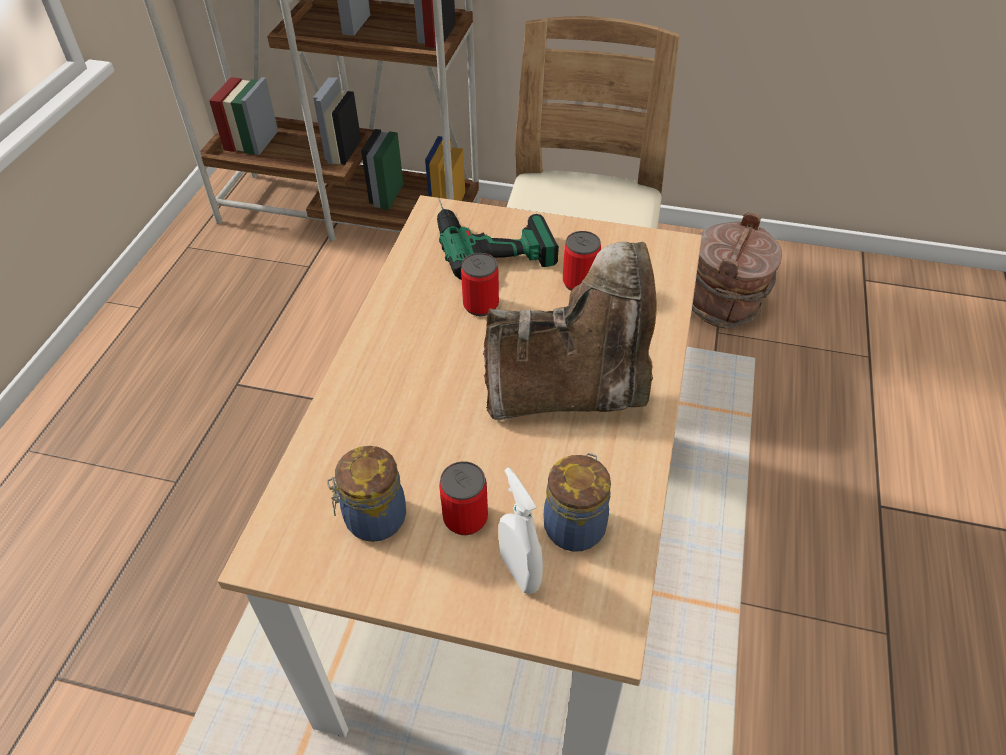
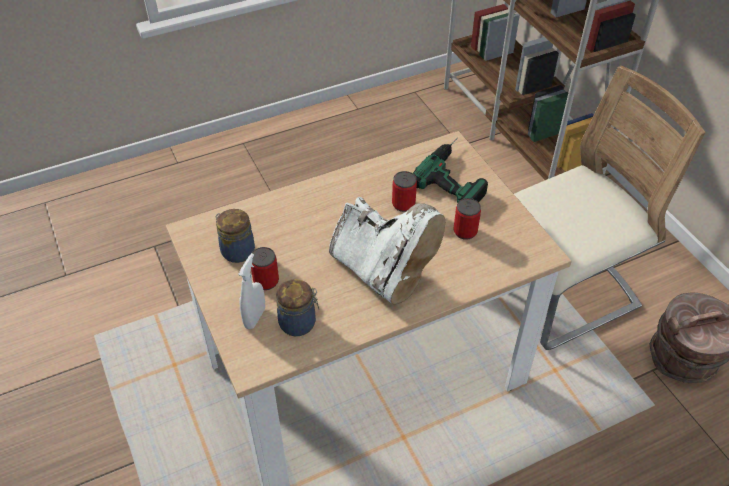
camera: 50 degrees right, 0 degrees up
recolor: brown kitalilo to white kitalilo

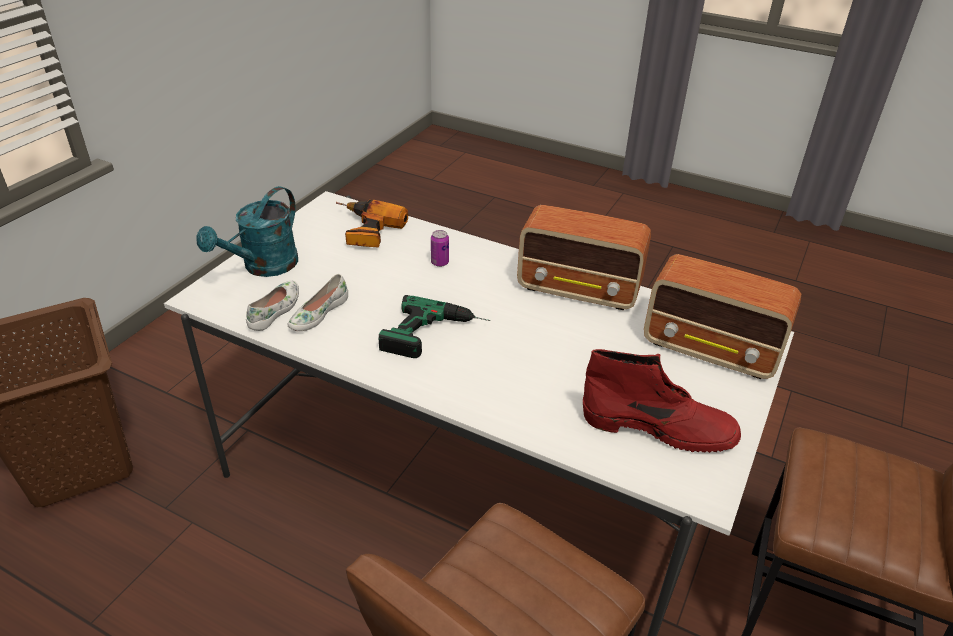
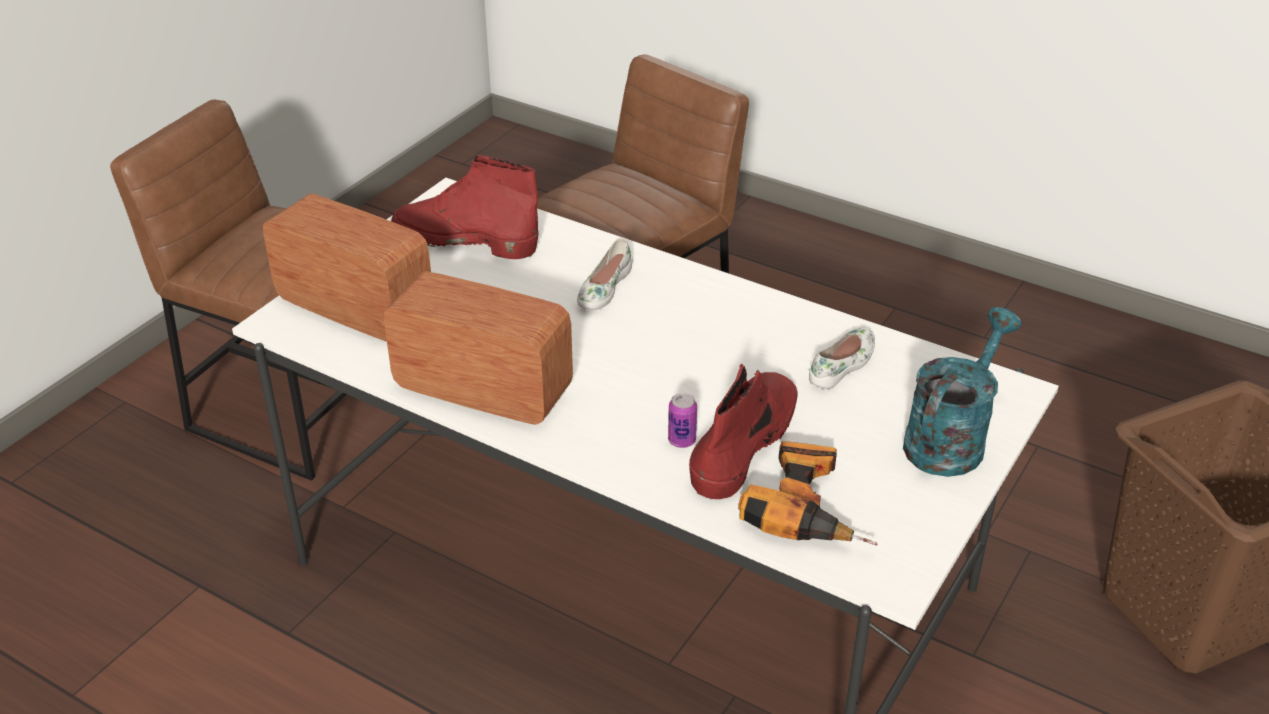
camera: 175 degrees left, 0 degrees up
delete: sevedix (2nd from left)
insert: red kitalilo (2nd from left)
move: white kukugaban (1st from left)

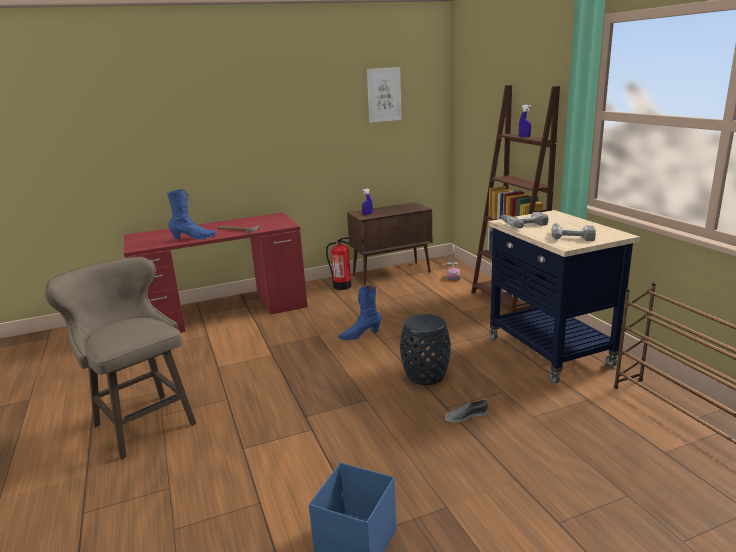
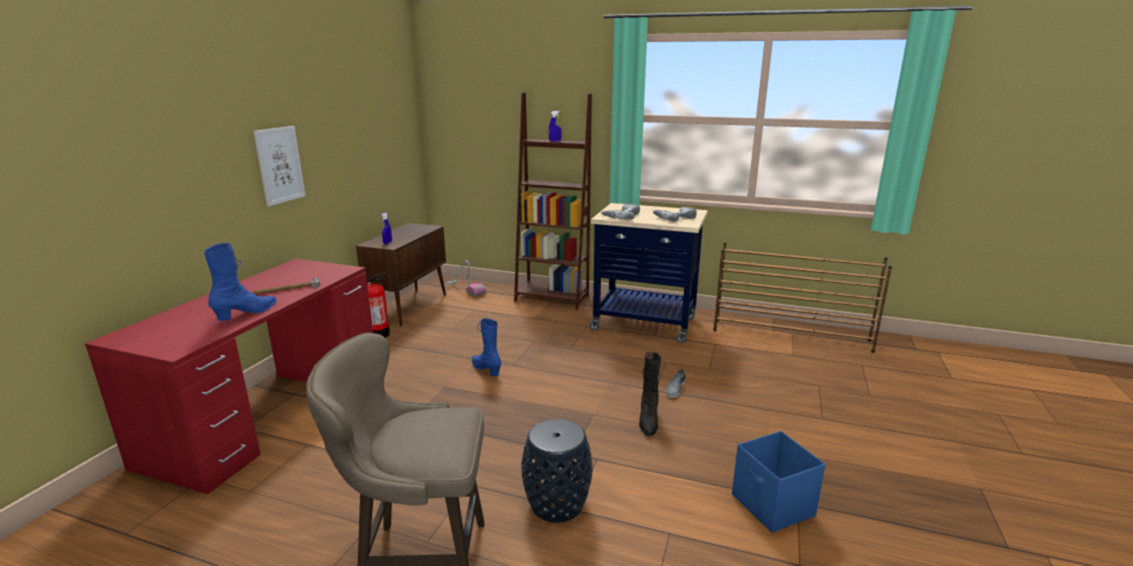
camera: 50 degrees left, 0 degrees up
insert: black kitalilo
move: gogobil; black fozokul
rotate: blue kitalilo (2nd from left) 120 degrees clockwise

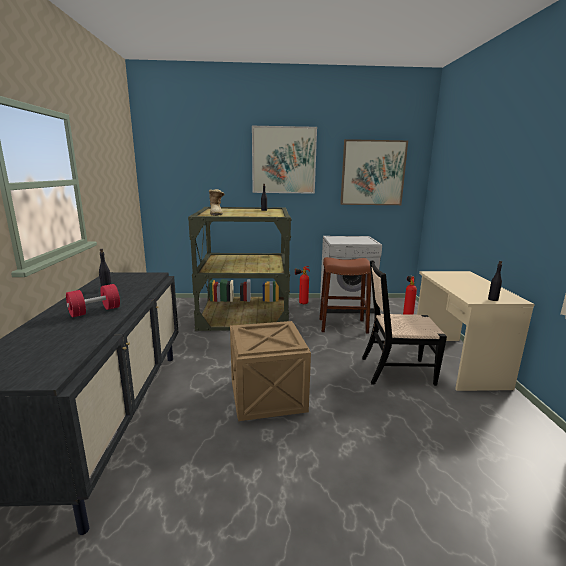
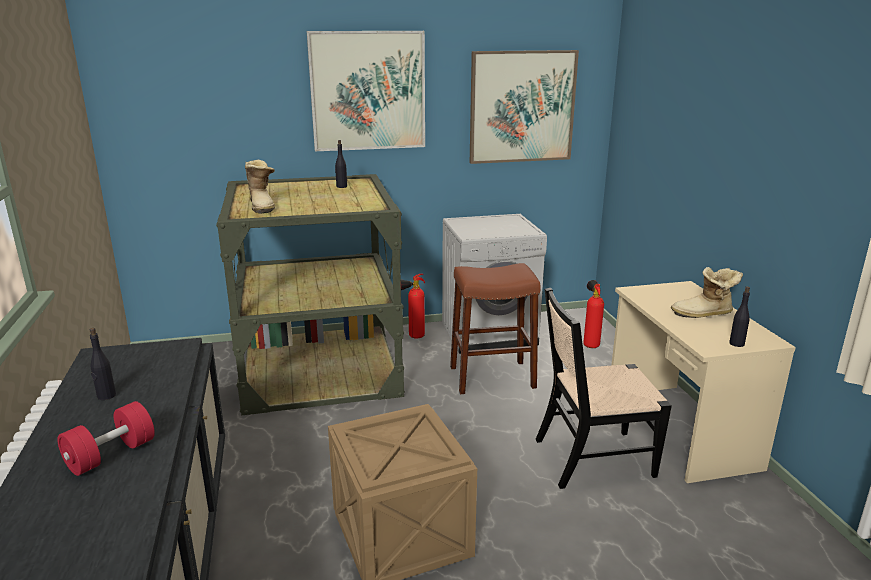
camera: 10 degrees left, 5 degrees up
insert: kitalilo (2nd from left)

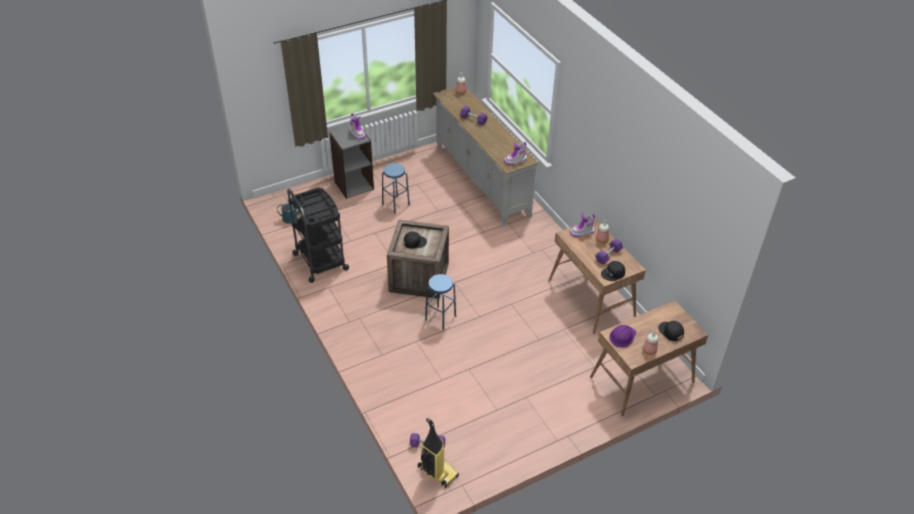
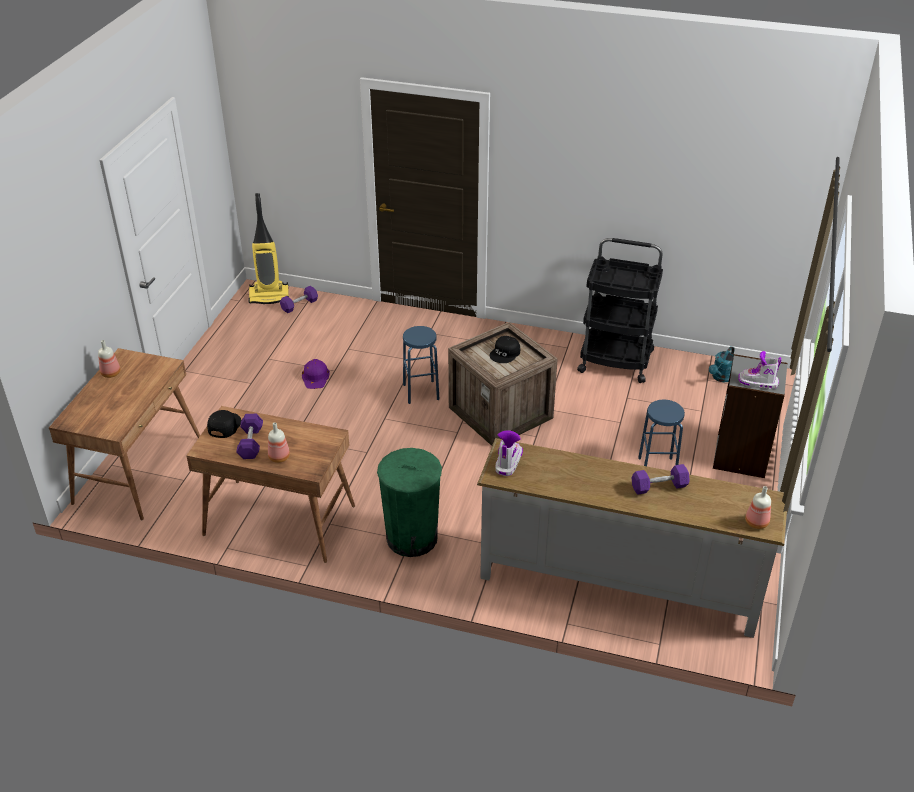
camera: 135 degrees right, 5 degrees down
delete: kitalilo (3rd from left); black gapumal (3rd from left)
insert: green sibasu
move: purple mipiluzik

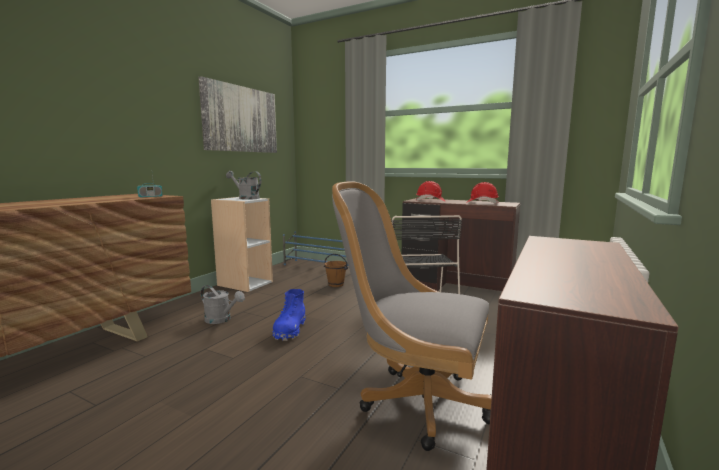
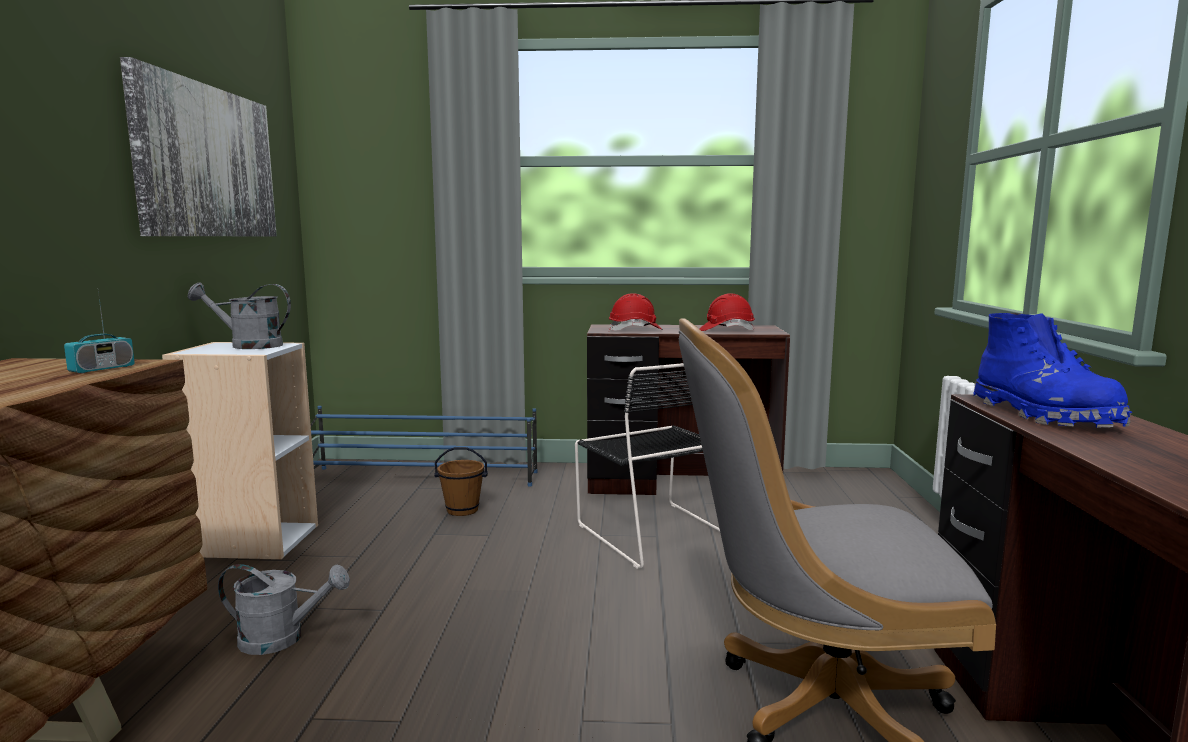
camera: 25 degrees left, 0 degrees up
move: blue kitalilo

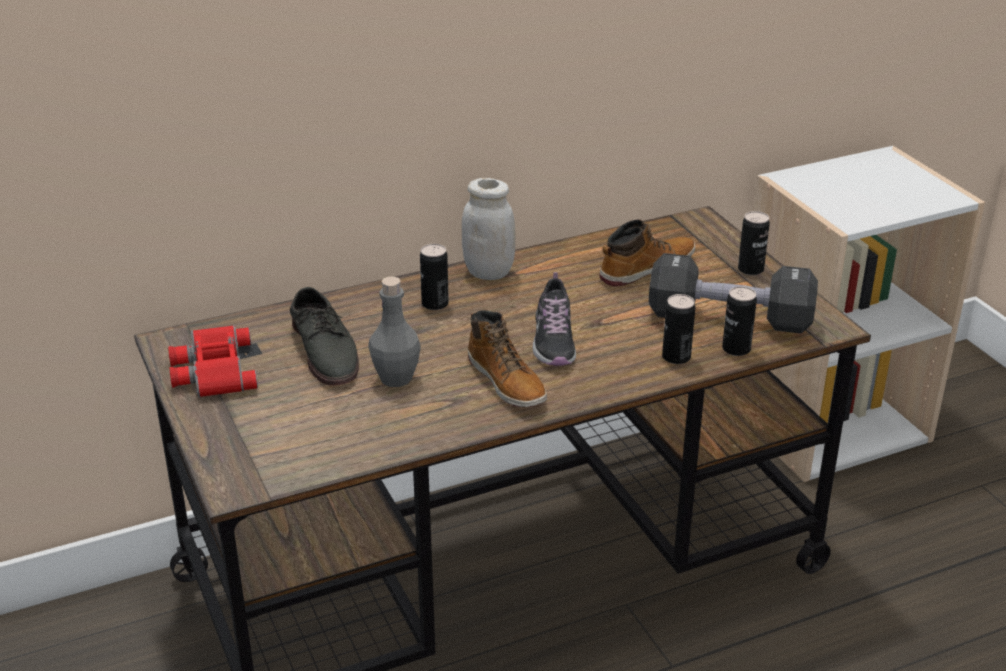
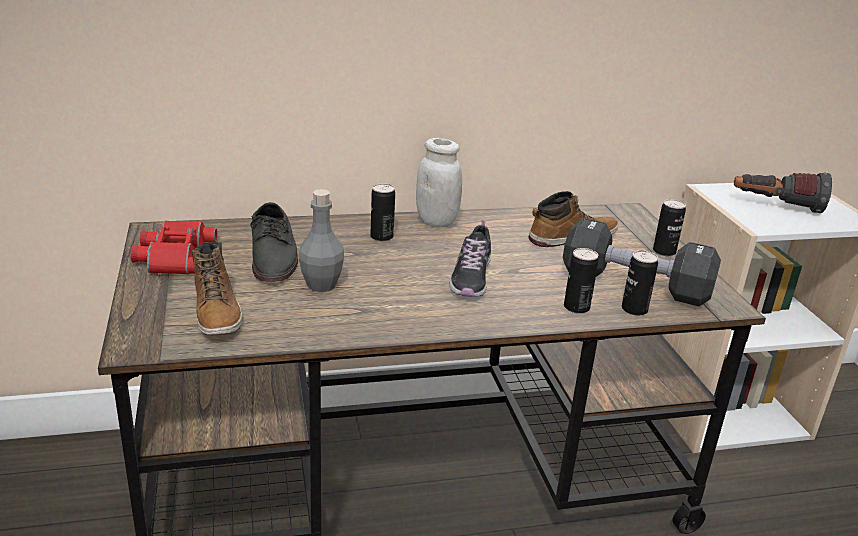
camera: 10 degrees right, 5 degrees down
insert: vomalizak
move: kitalilo (1st from left)

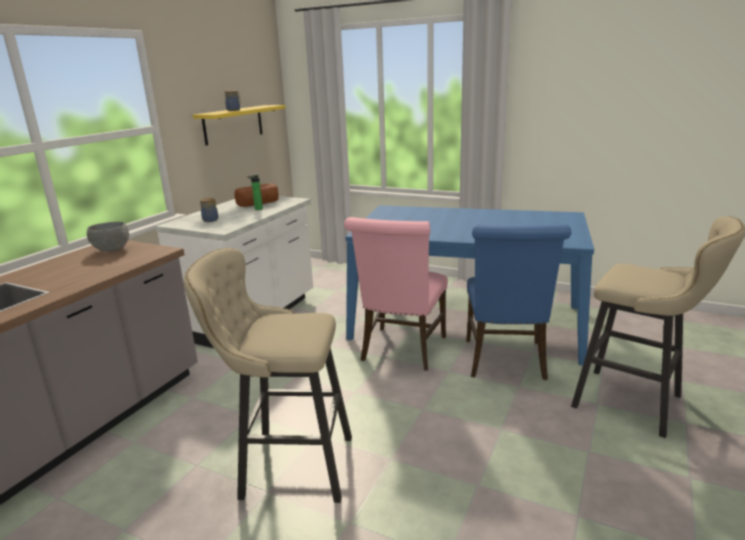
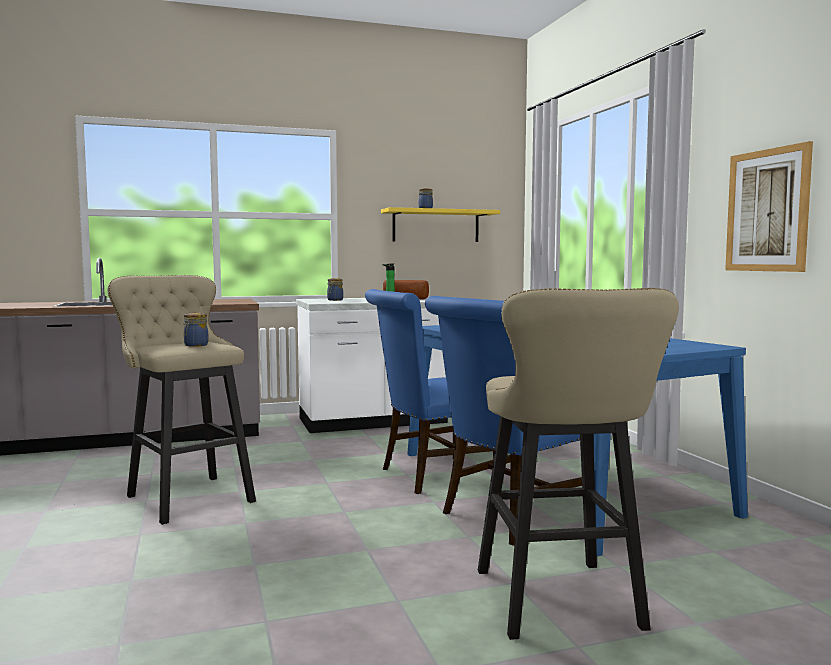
camera: 45 degrees right, 15 degrees down
delete: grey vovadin
insert: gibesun (1st from left); gogobil
recolor: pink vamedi to blue vamedi (1st from left)

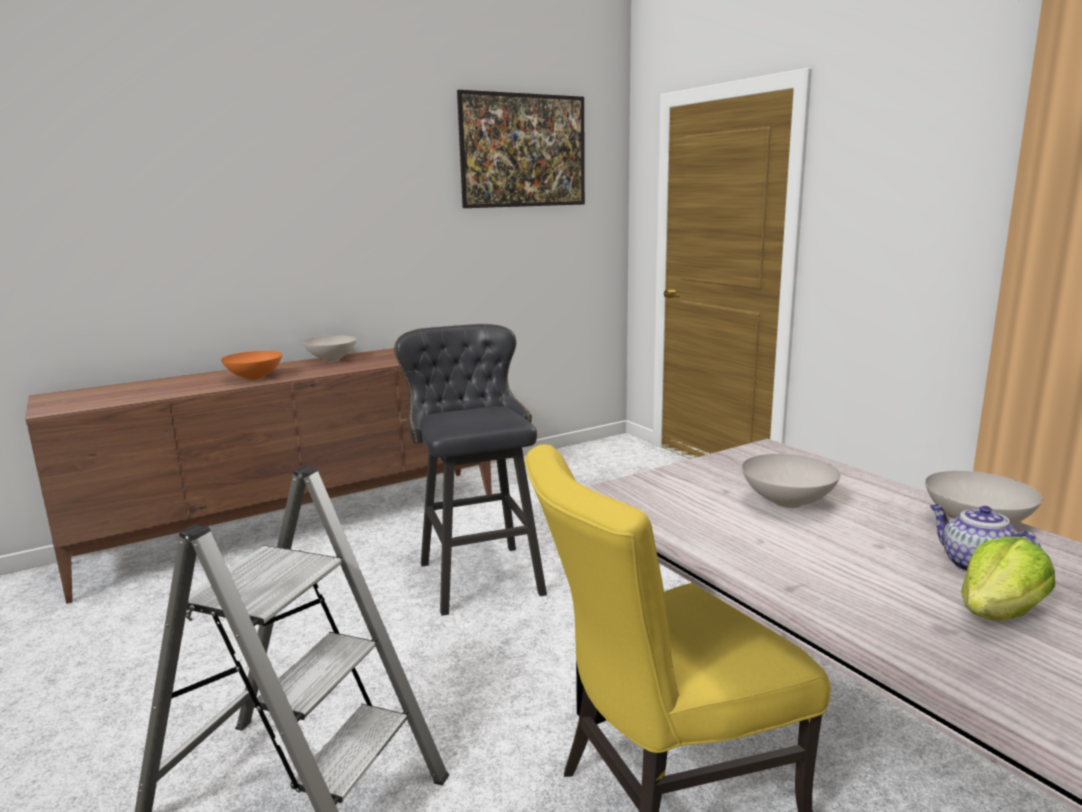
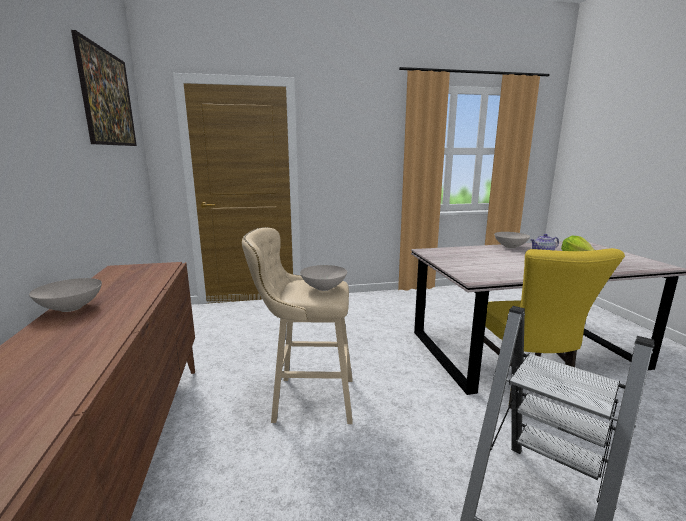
camera: 70 degrees left, 0 degrees up
delete: orange vovadin
move: white vovadin (2nd from left)
recolor: black fozokul to beige fozokul

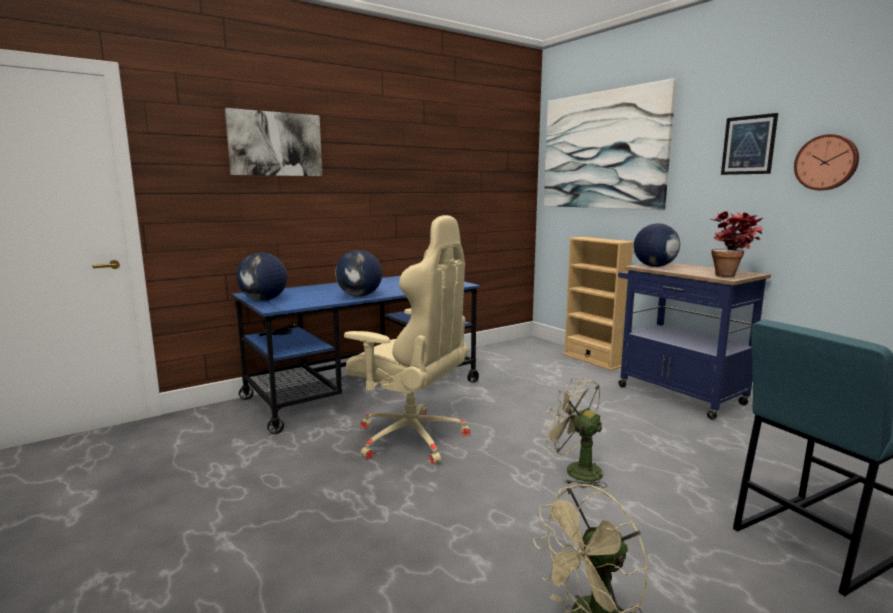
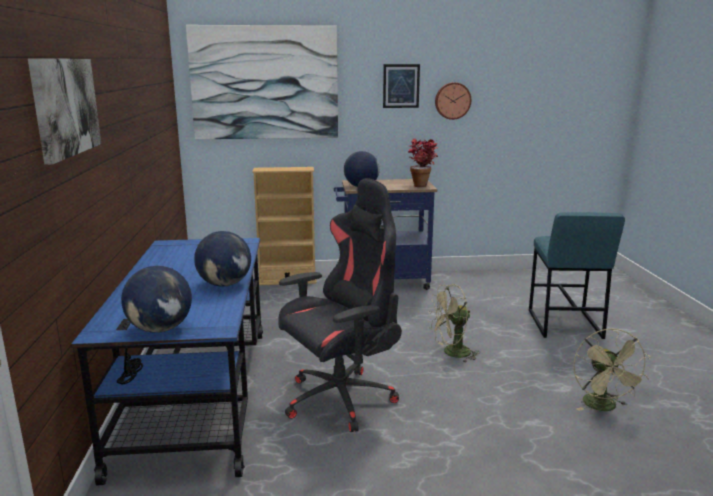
camera: 60 degrees left, 5 degrees up
recolor: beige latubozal to black latubozal

